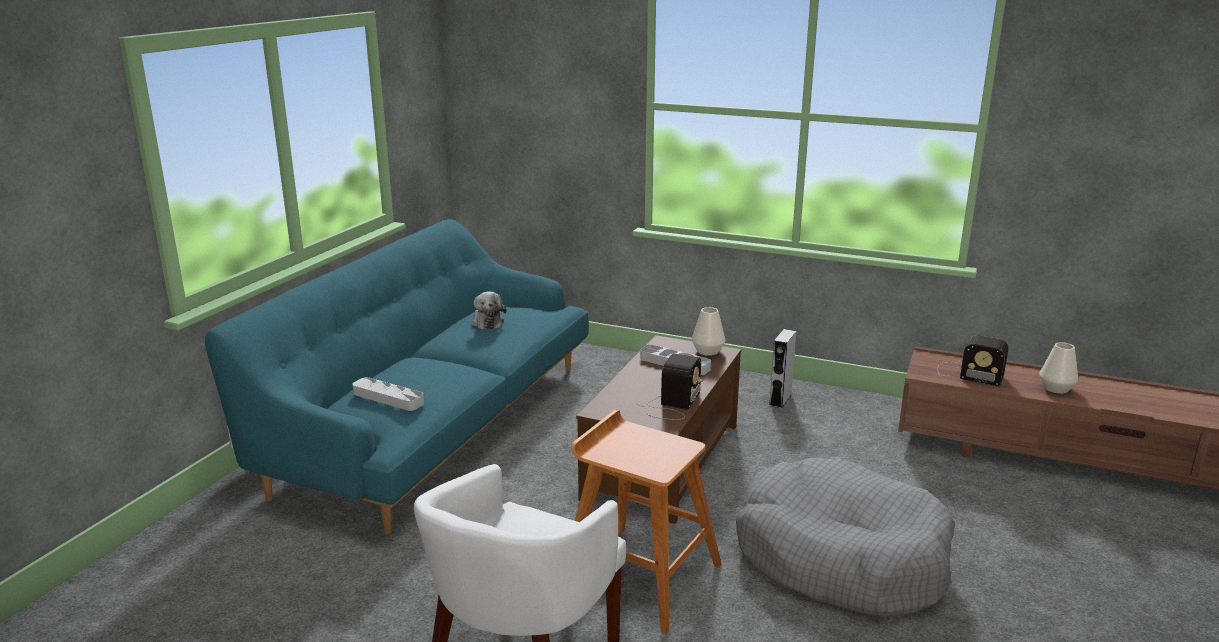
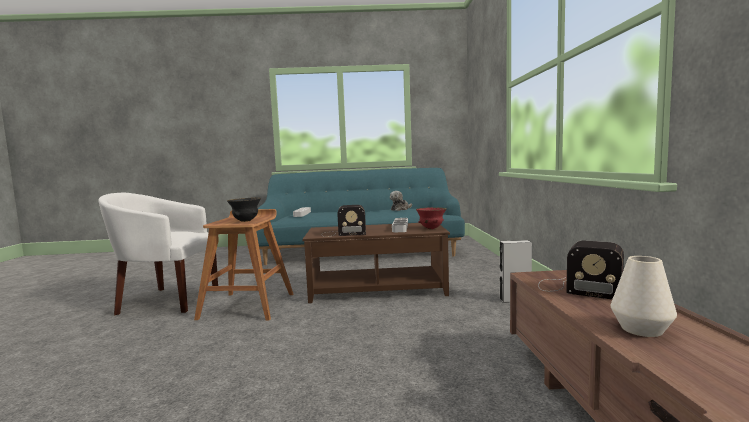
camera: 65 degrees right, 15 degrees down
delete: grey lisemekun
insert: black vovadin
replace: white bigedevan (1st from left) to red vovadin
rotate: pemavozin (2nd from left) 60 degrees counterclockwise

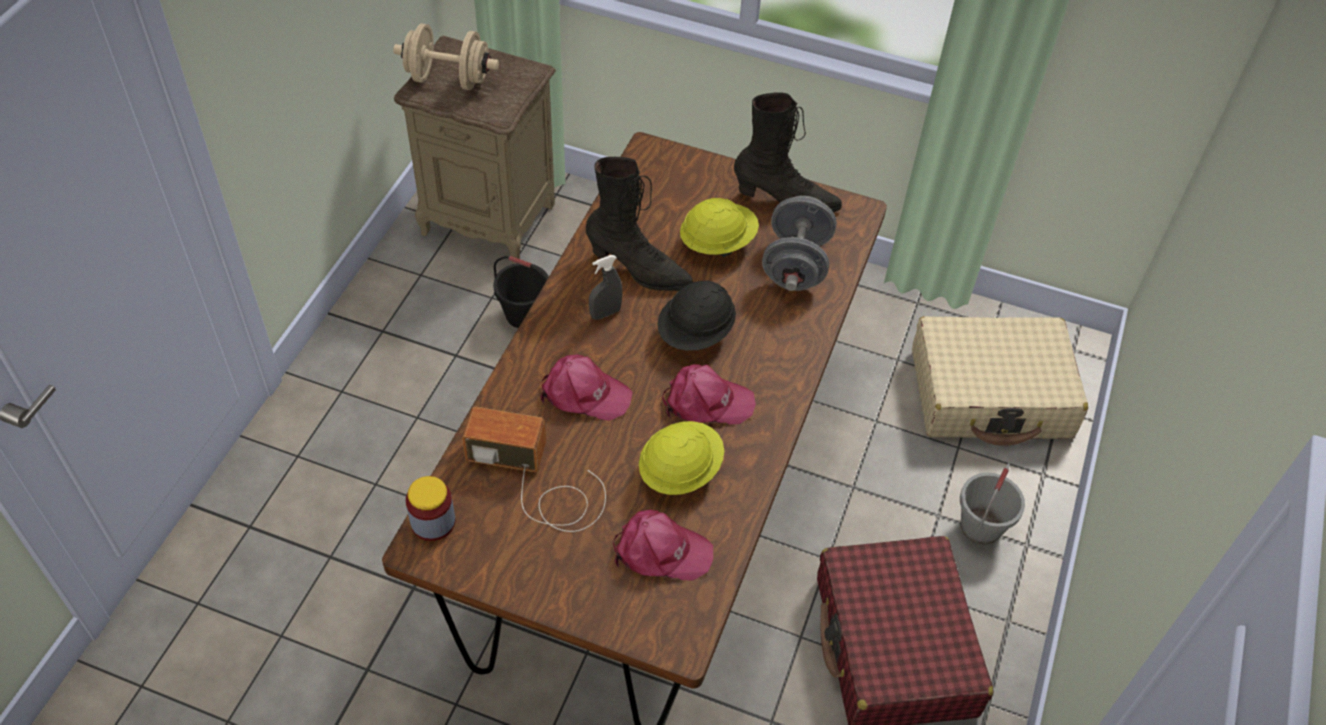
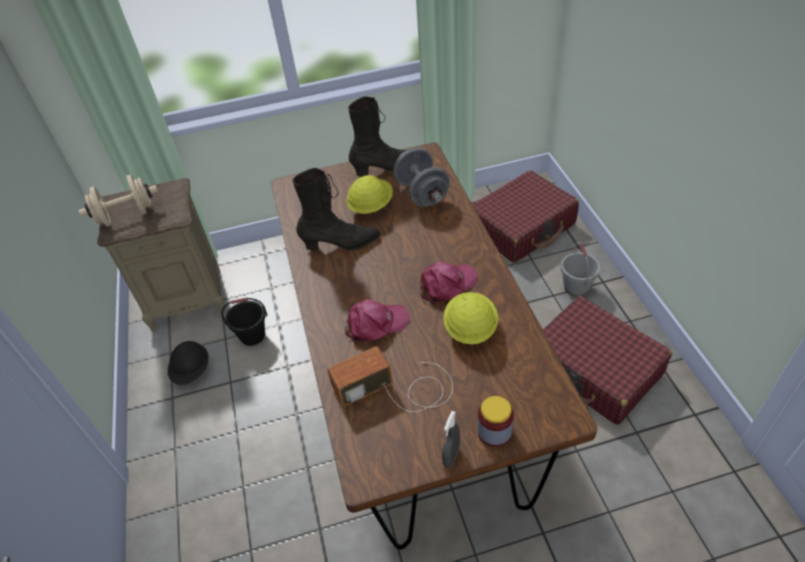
camera: 30 degrees left, 5 degrees down
delete: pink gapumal (2nd from left)
move: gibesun; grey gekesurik; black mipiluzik
recolor: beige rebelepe to red rebelepe (1st from left)

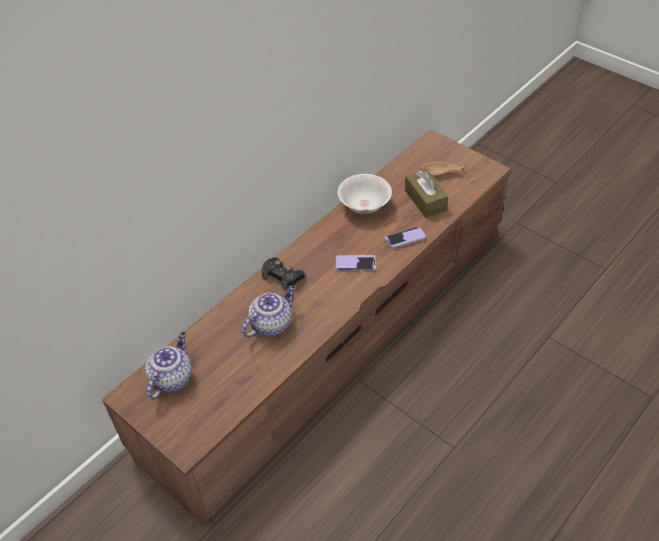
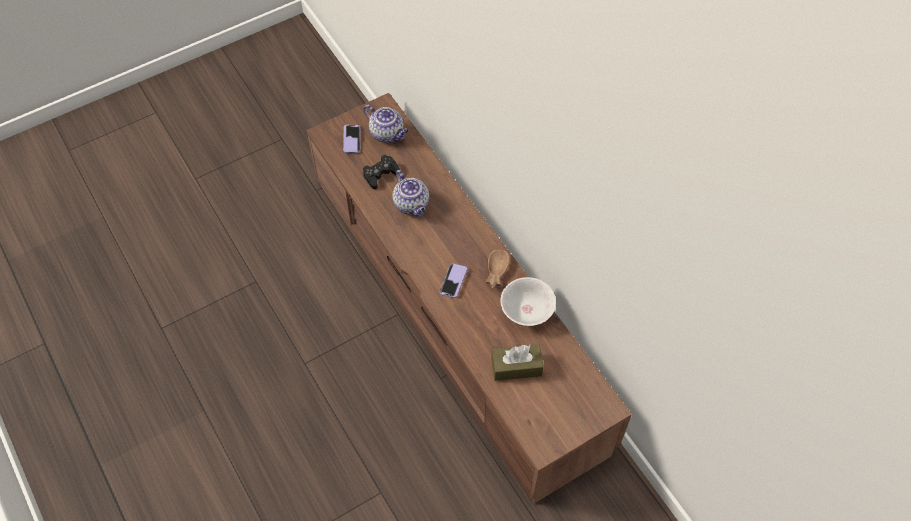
camera: 105 degrees right, 10 degrees up
move: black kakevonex; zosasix (2nd from left in the first image) to zosasix (1st from left); brown vovadin

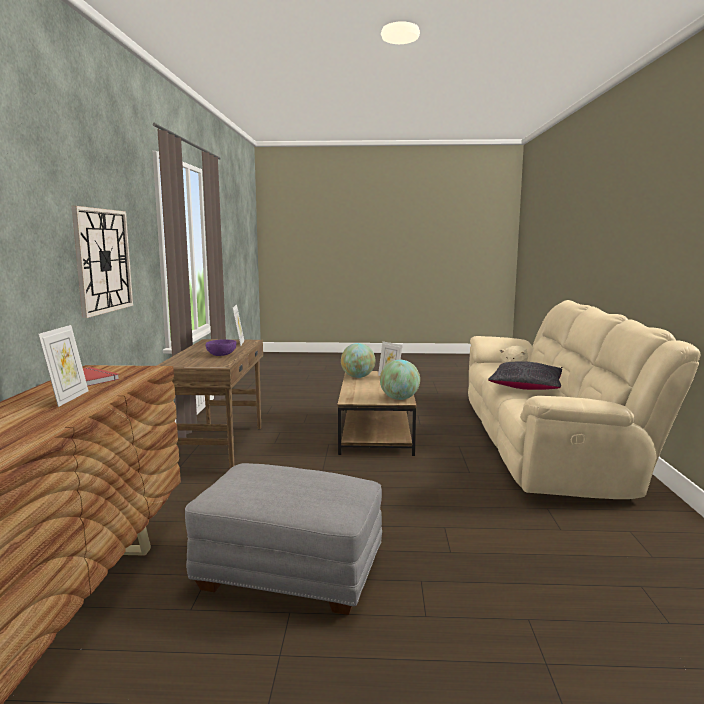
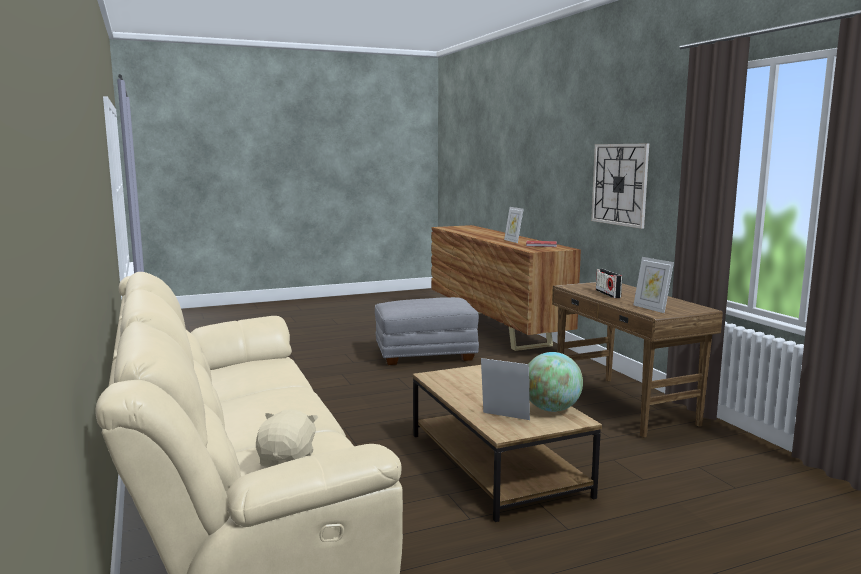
camera: 155 degrees right, 0 degrees up
delete: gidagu (2nd from left); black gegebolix
replace: purple vovadin to pemavozin

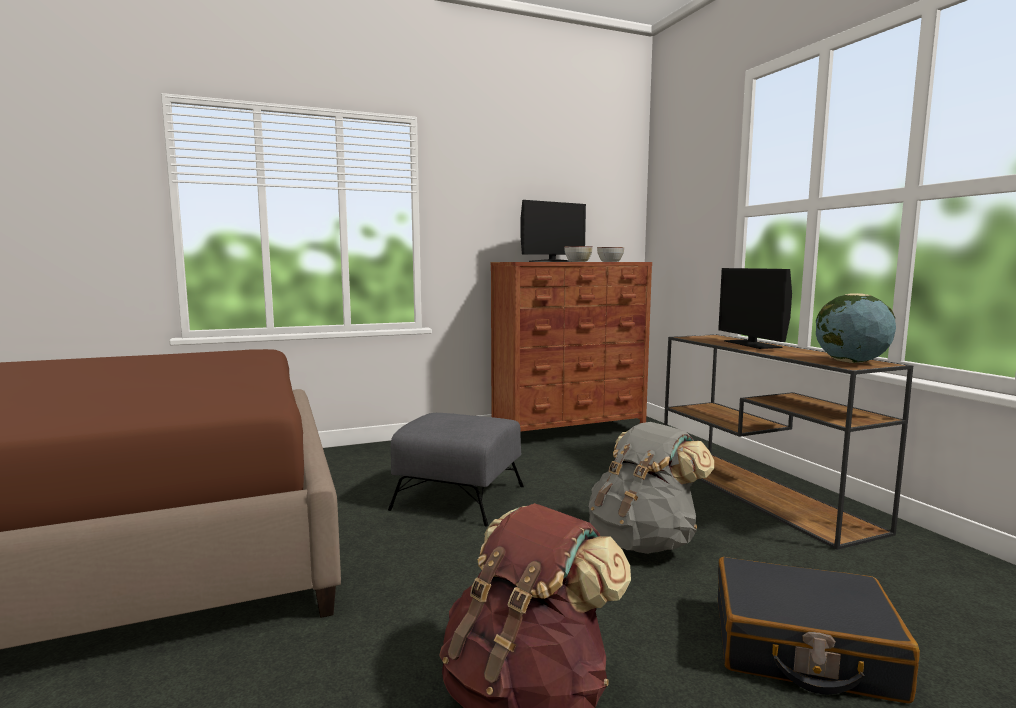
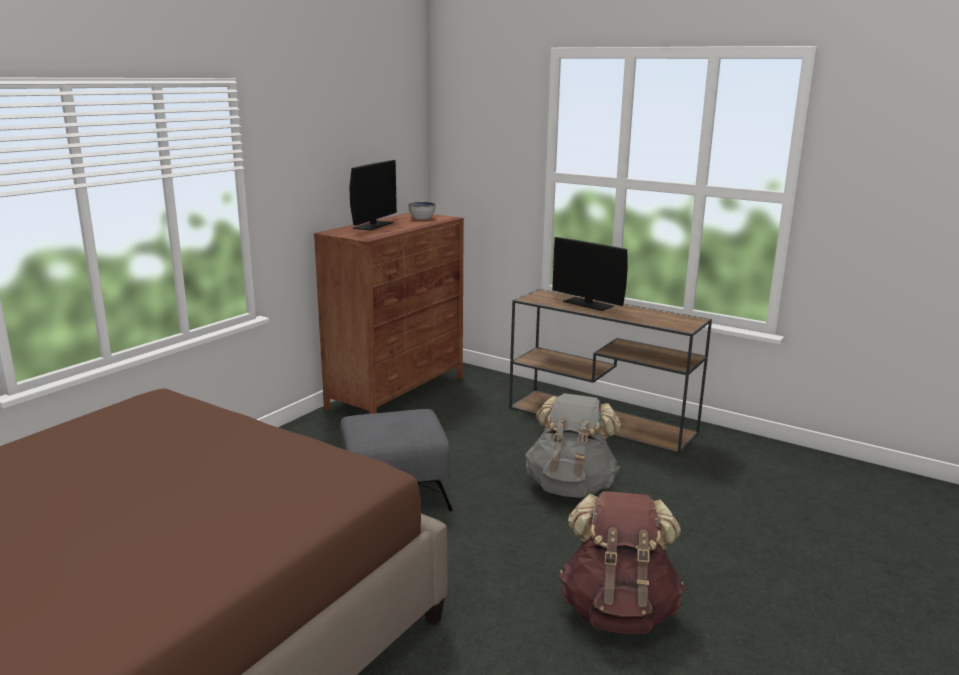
camera: 35 degrees left, 10 degrees up
delete: vovadin (1st from left); black rebelepe; gidagu

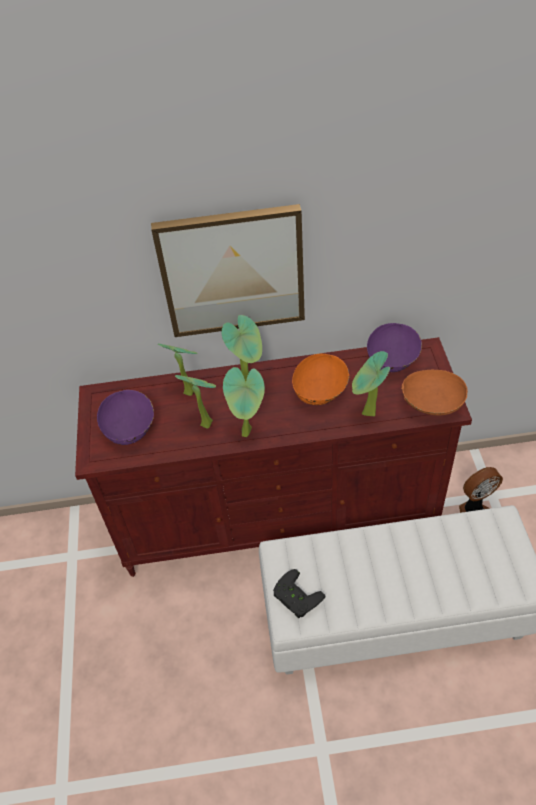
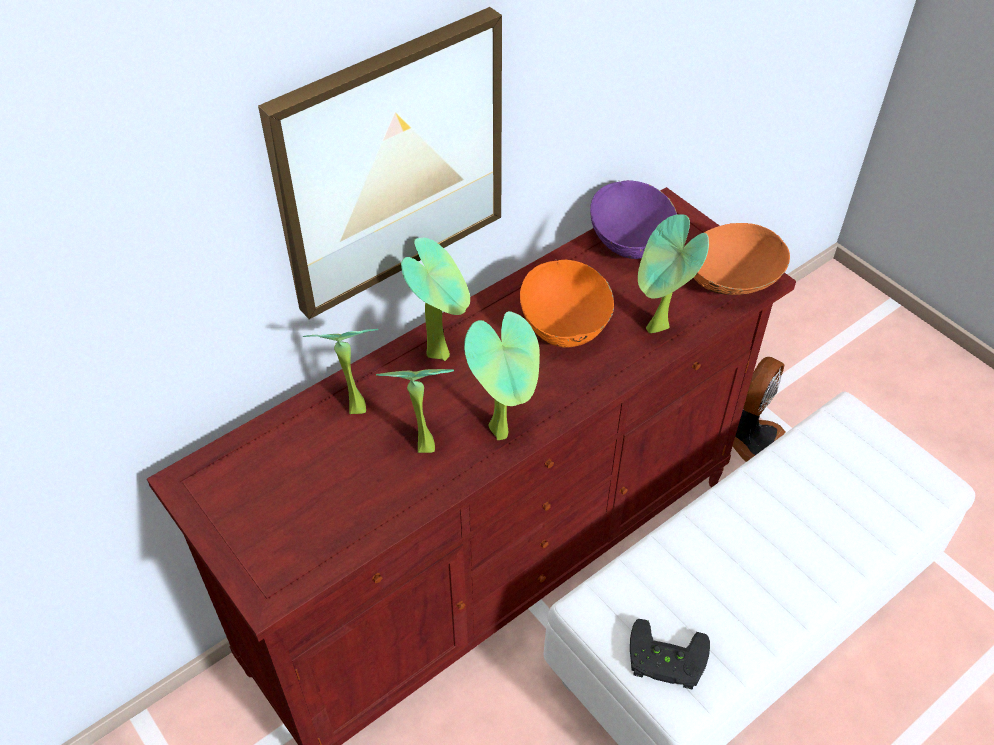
camera: 35 degrees left, 0 degrees up
delete: purple vovadin (1st from left)

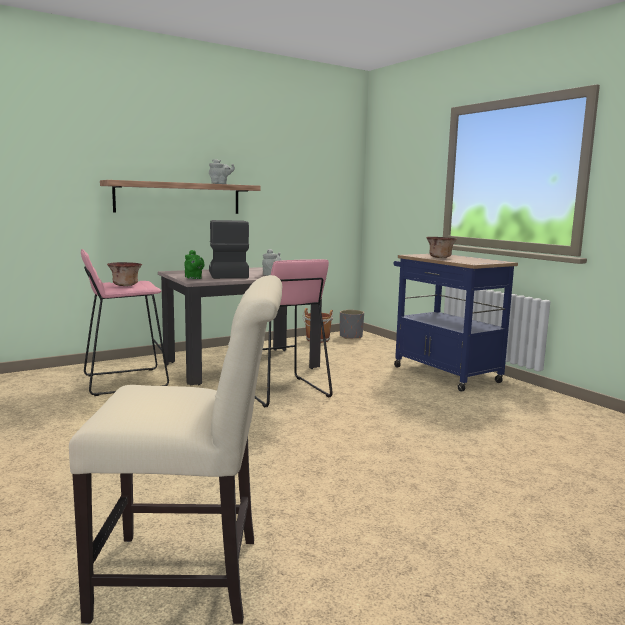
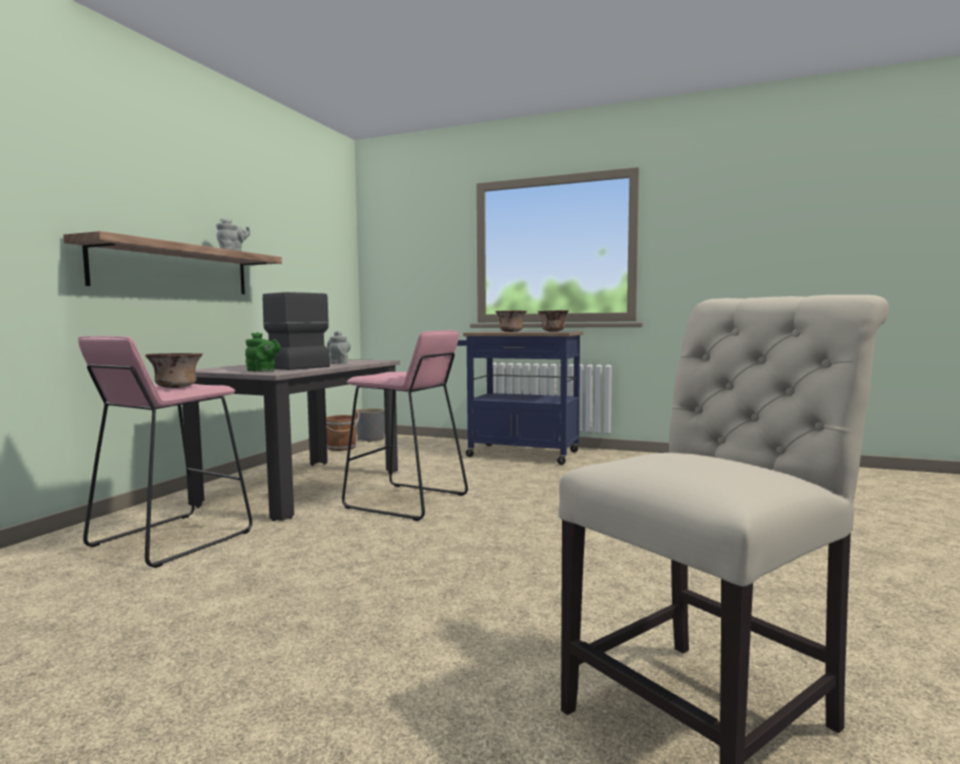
camera: 35 degrees left, 5 degrees down
insert: vovadin (3rd from left)

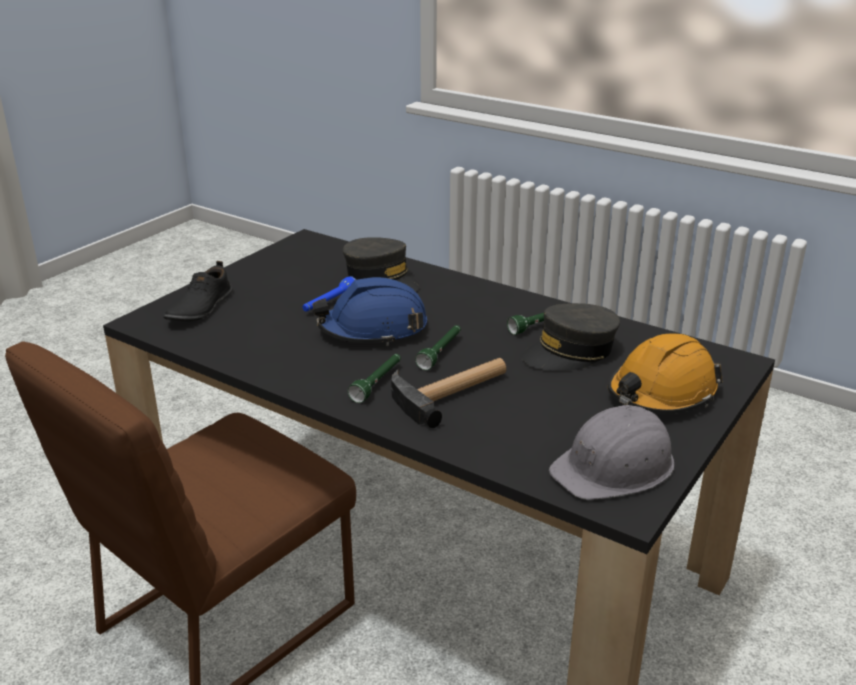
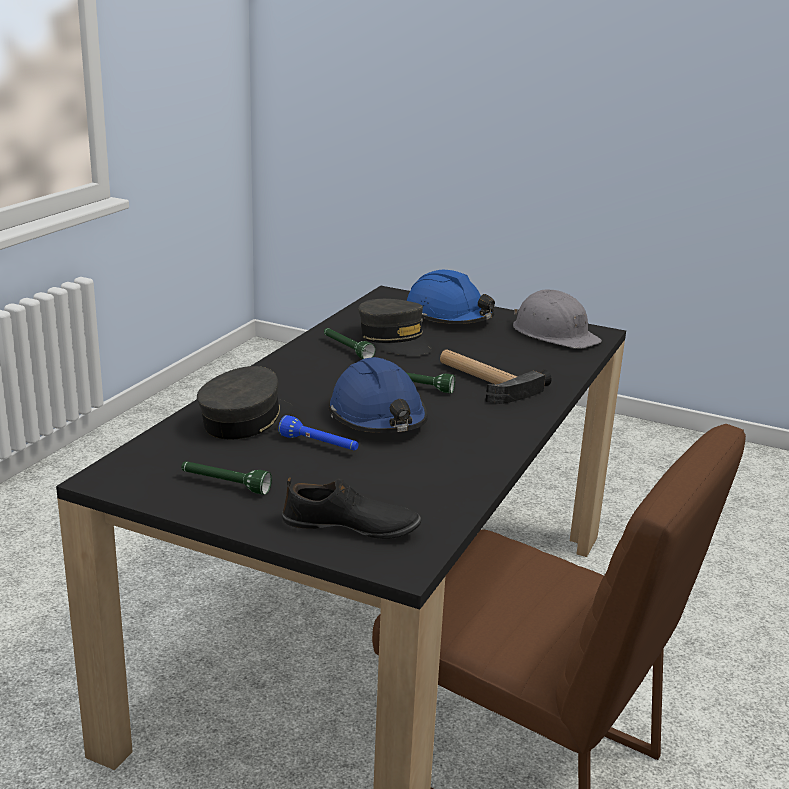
camera: 100 degrees left, 5 degrees down
move: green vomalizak (1st from left)
recolor: orange mipiluzik to blue mipiluzik (2nd from left)

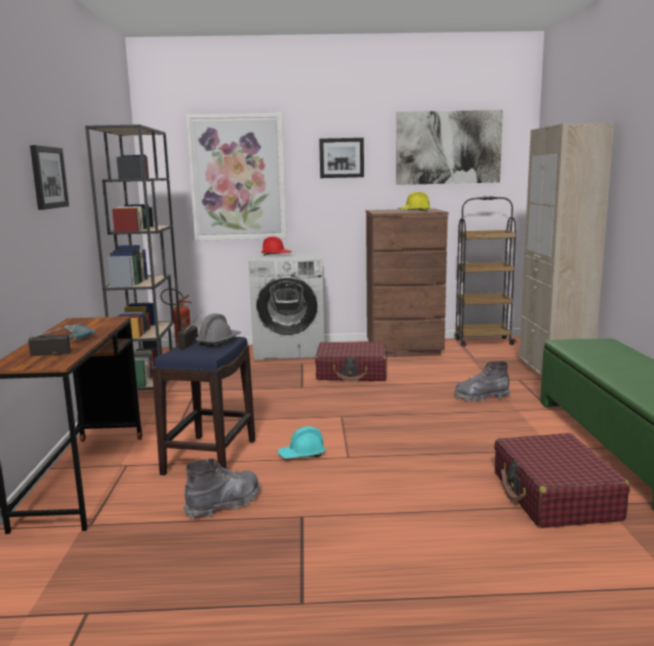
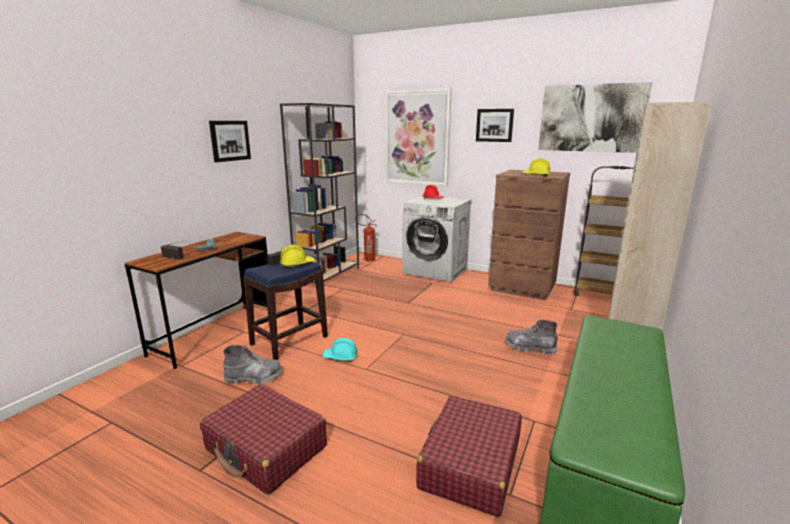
camera: 30 degrees right, 5 degrees up
move: red rebelepe (1st from left)
recolor: grey mipiluzik to yellow mipiluzik (1st from left)

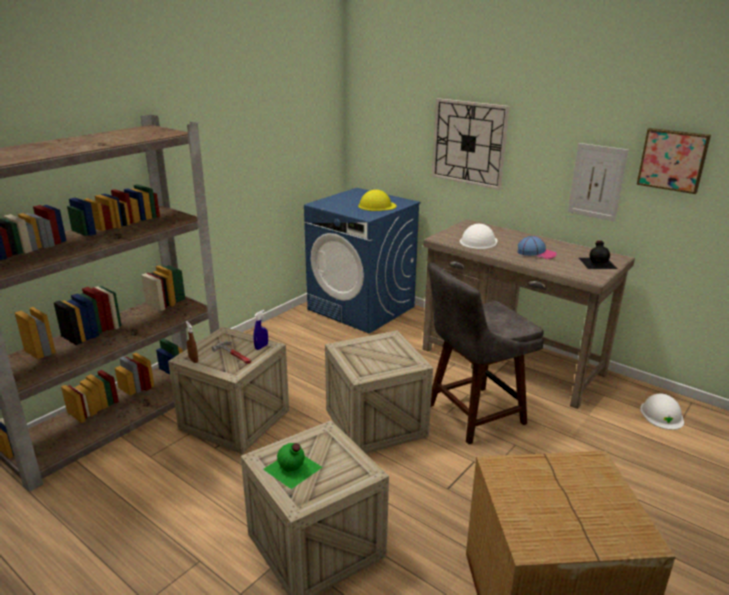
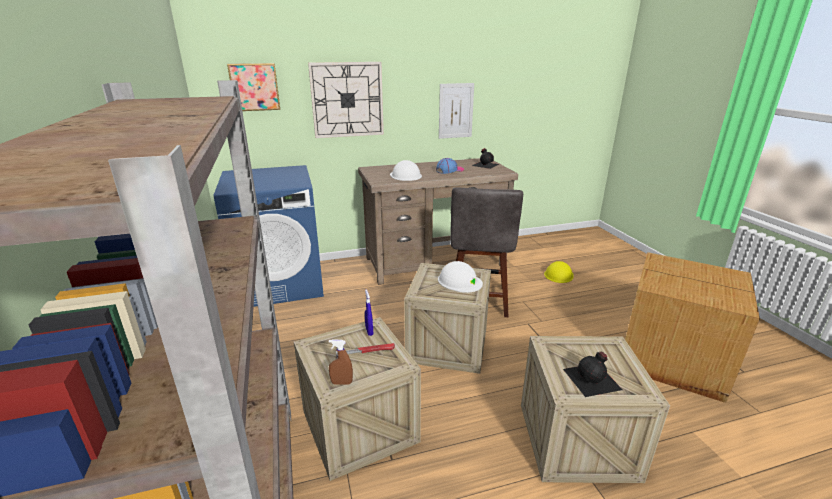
camera: 55 degrees left, 0 degrees up
move: yellow mipiluzik; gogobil (2nd from left in the first image) to gogobil (1st from left); white mipiluzik (2nd from left)
recolor: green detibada to black detibada (2nd from left)

